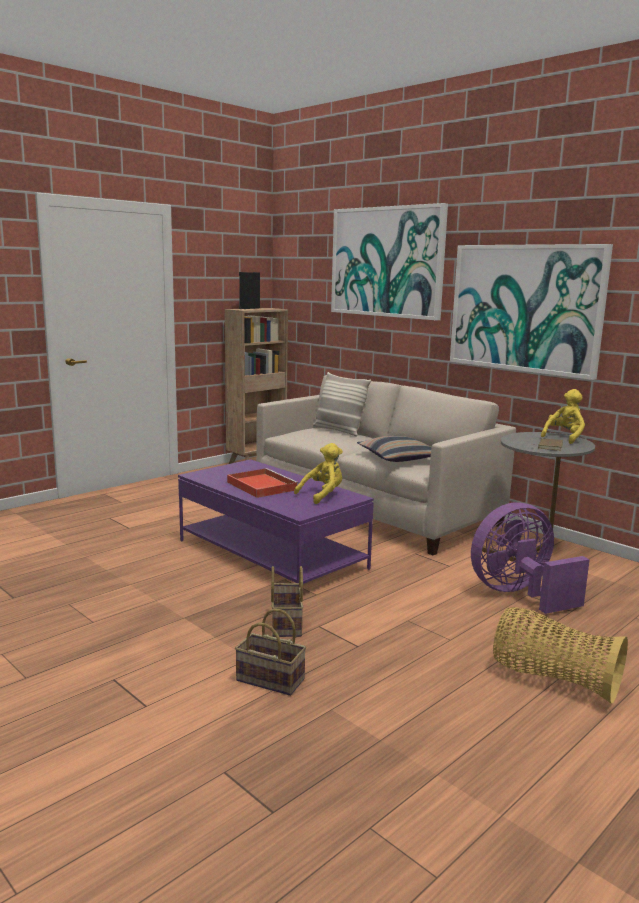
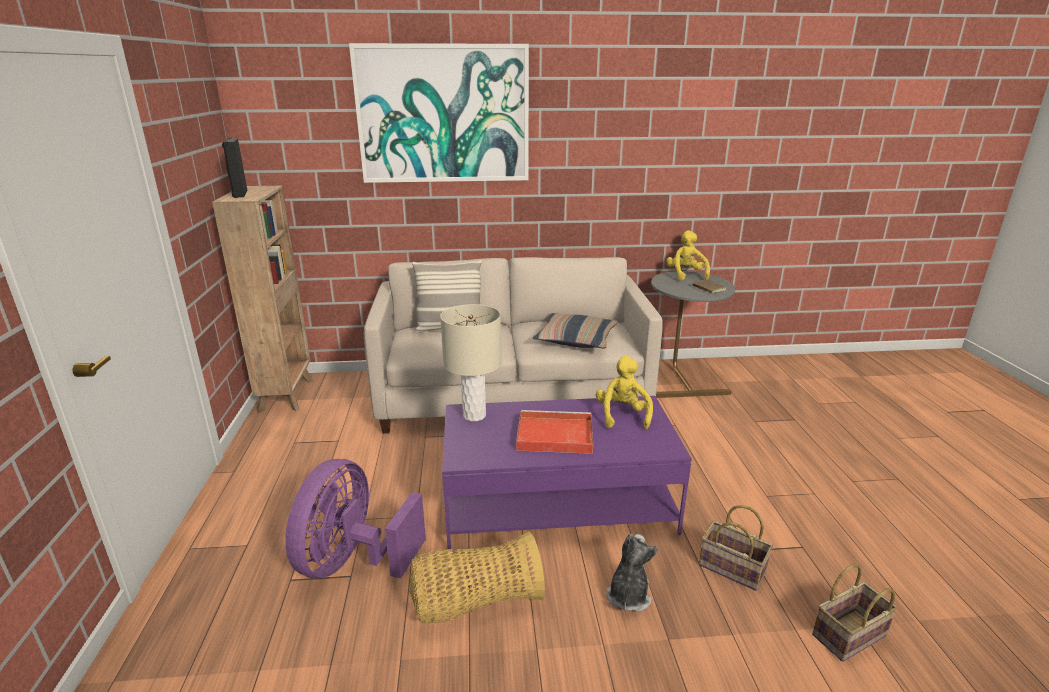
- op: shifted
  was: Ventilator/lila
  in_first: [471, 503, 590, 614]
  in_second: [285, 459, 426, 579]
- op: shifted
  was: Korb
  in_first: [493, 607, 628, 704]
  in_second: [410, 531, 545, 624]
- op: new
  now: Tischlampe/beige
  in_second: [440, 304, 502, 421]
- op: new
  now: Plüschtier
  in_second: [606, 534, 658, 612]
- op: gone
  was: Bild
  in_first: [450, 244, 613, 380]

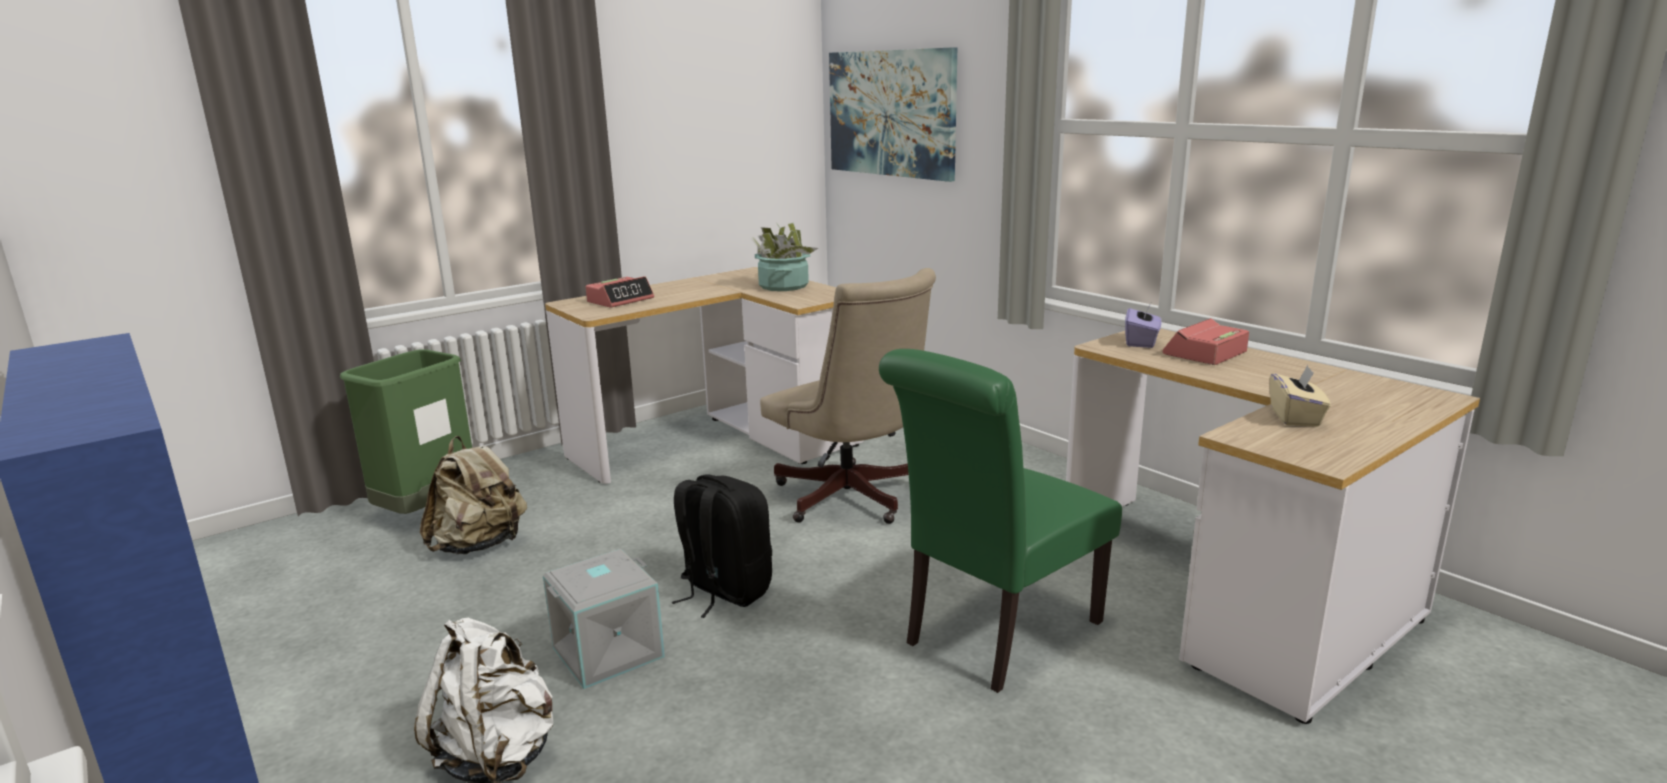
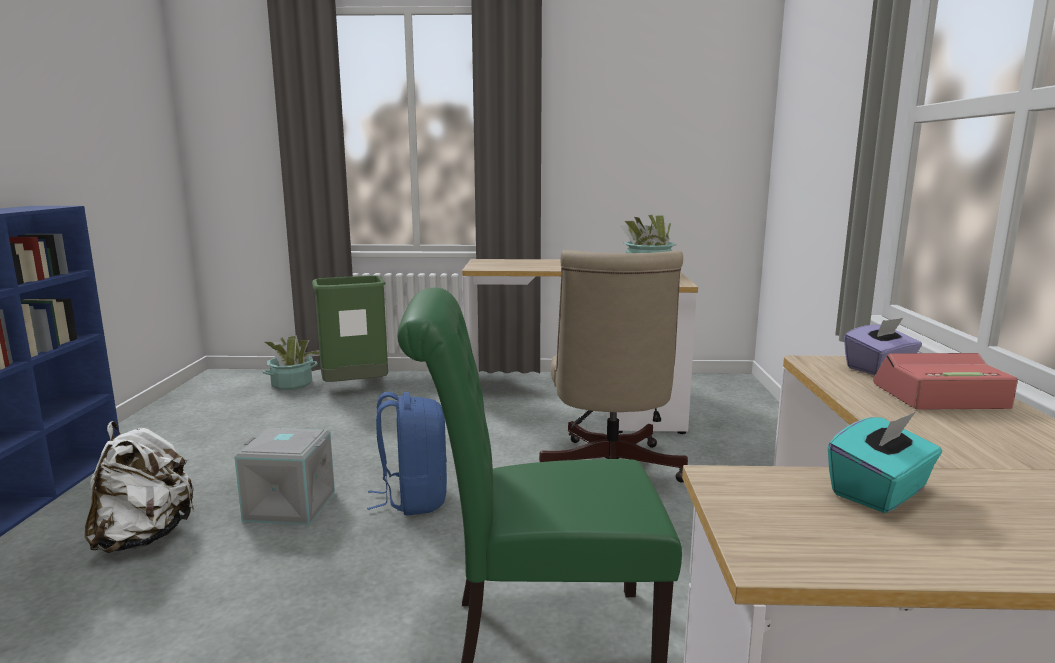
- op: new
  now: Topfpflanze
  in_second: [263, 335, 320, 390]
- op: repainted
  was: Rucksack/schwarz
  now: Rucksack/blau
  in_first: [671, 474, 772, 618]
  in_second: [367, 392, 447, 516]
- op: repainted
  was: Taschentuchbox/beige
  now: Taschentuchbox/türkis
  in_first: [1270, 365, 1331, 427]
  in_second: [828, 412, 942, 513]
- op: gone
  was: Rucksack/beige
  in_first: [420, 436, 527, 554]
- op: gone
  was: Wecker
  in_first: [585, 276, 654, 308]
- op: gone
  was: Bild
  in_first: [829, 47, 957, 182]

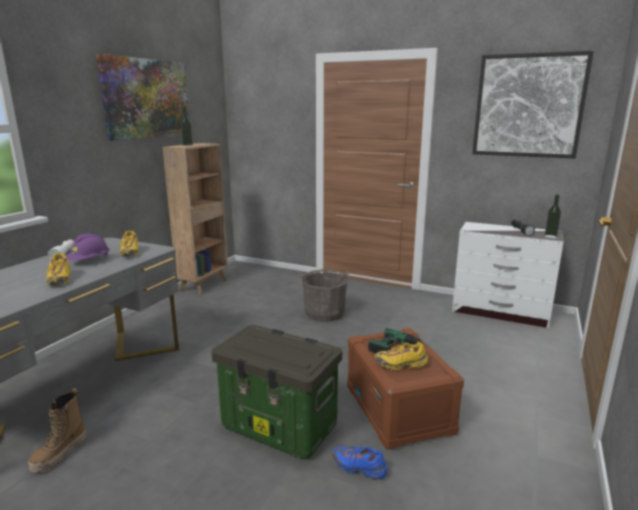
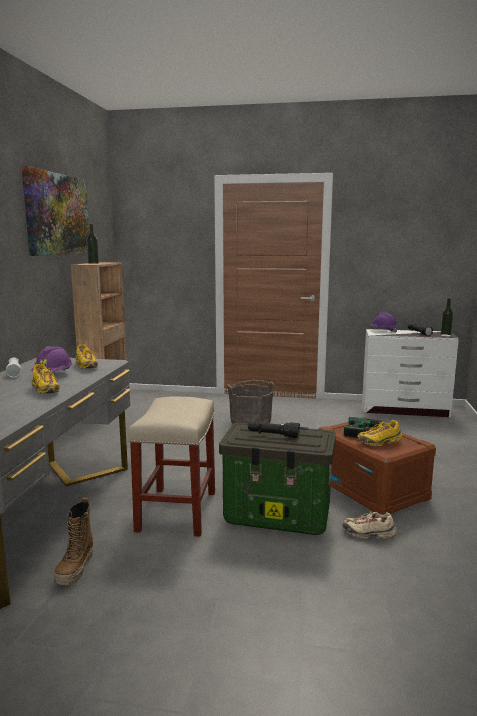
- op: new
  now: Hocker/beige
  in_second: [129, 396, 215, 537]
- op: new
  now: Taschenlampe/schwarz
  in_second: [248, 421, 300, 438]
- op: repainted
  was: Schuh/blau
  now: Schuh/beige
  in_first: [332, 445, 388, 479]
  in_second: [342, 512, 397, 539]
- op: new
  now: Schutzhelm/lila
  in_second: [369, 312, 398, 333]
- op: gone
  was: Bild
  in_first: [472, 51, 594, 159]

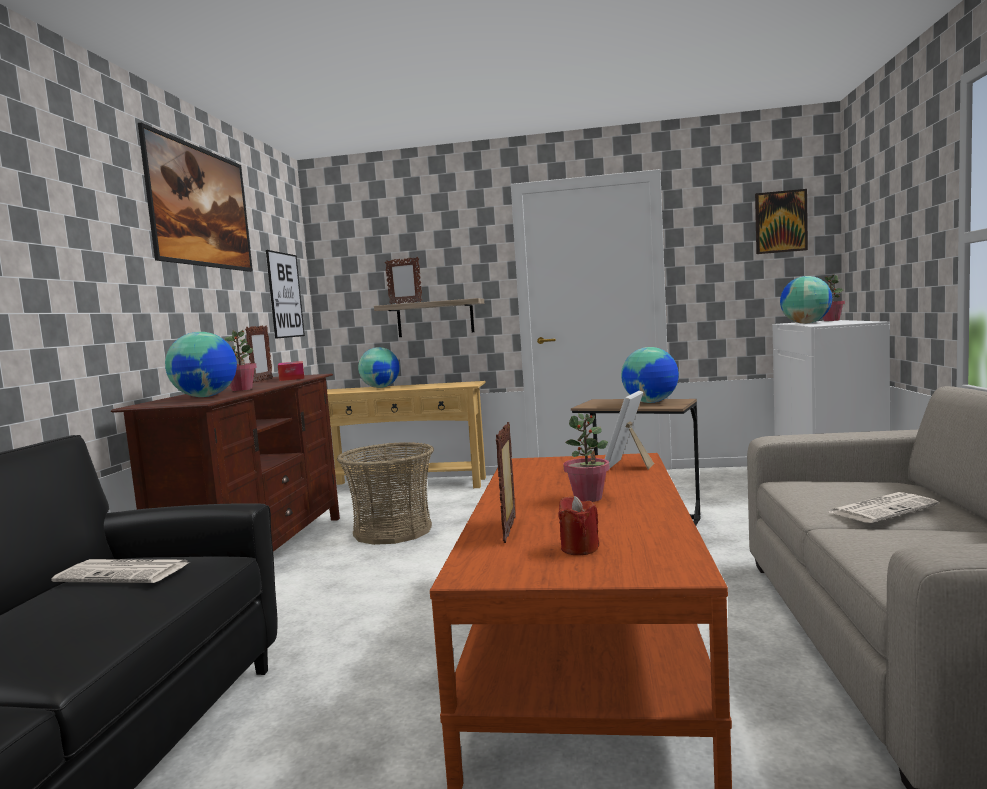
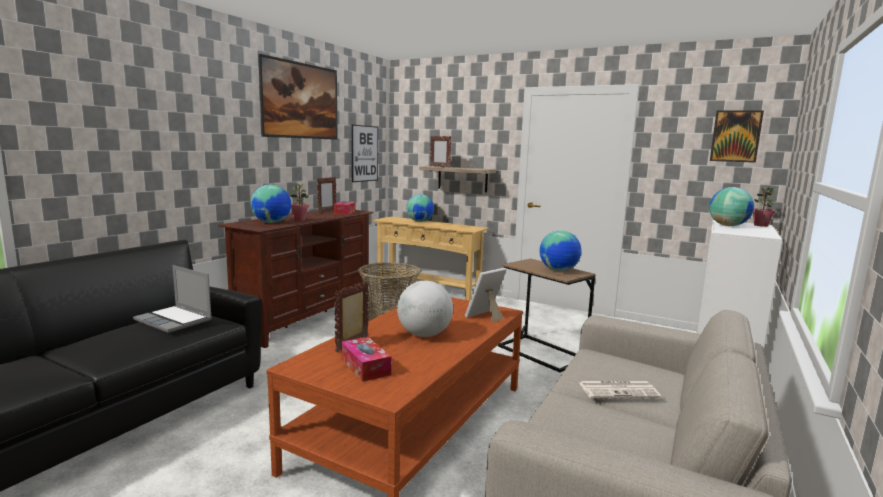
- op: swapped
  was: Zeitung
  now: Laptop
  in_first: [51, 559, 191, 583]
  in_second: [133, 265, 212, 333]
- op: swapped
  was: Kerze/rot
  now: Taschentuchbox
  in_first: [559, 496, 599, 555]
  in_second: [341, 337, 391, 382]
- op: swapped
  was: Topfpflanze
  now: Globus
  in_first: [563, 413, 610, 502]
  in_second: [397, 281, 453, 337]

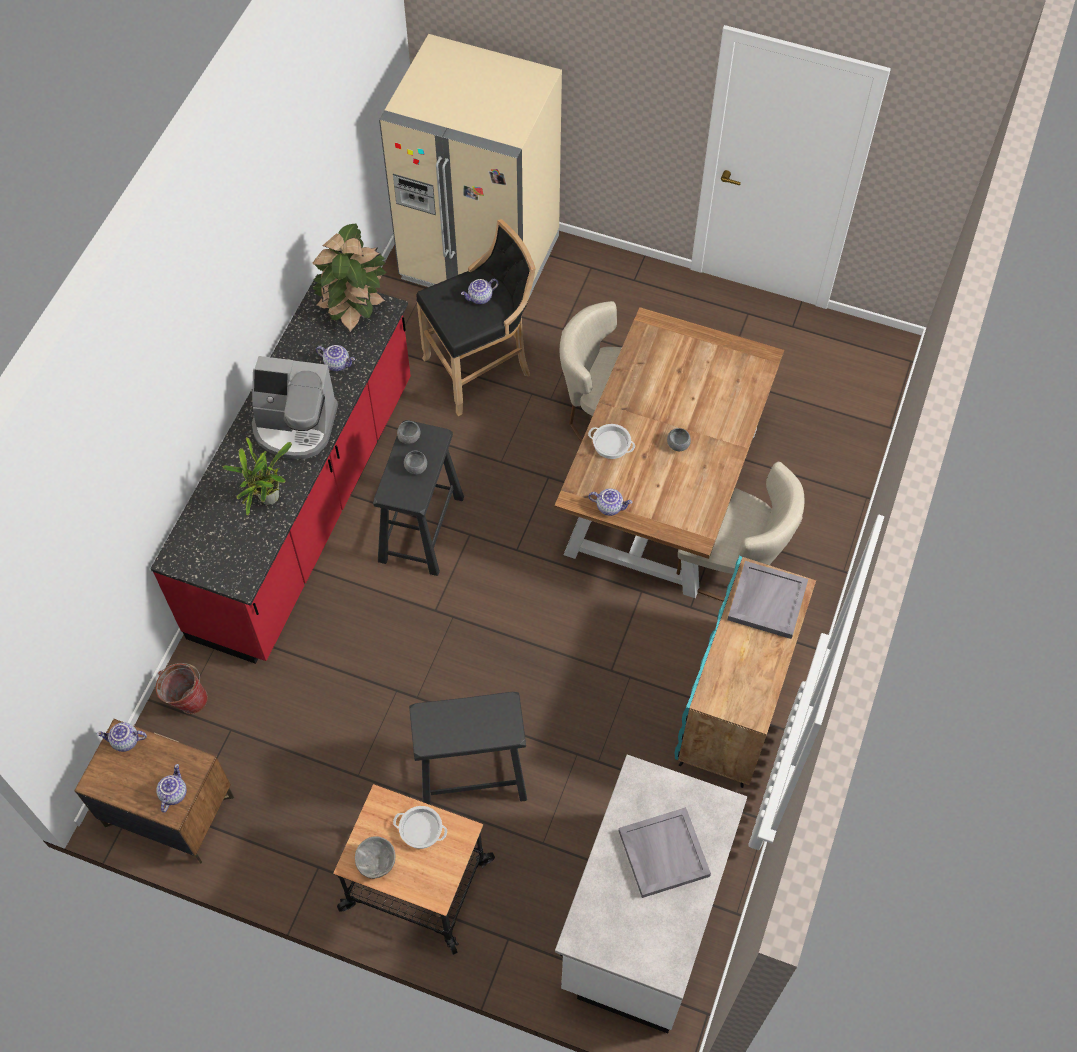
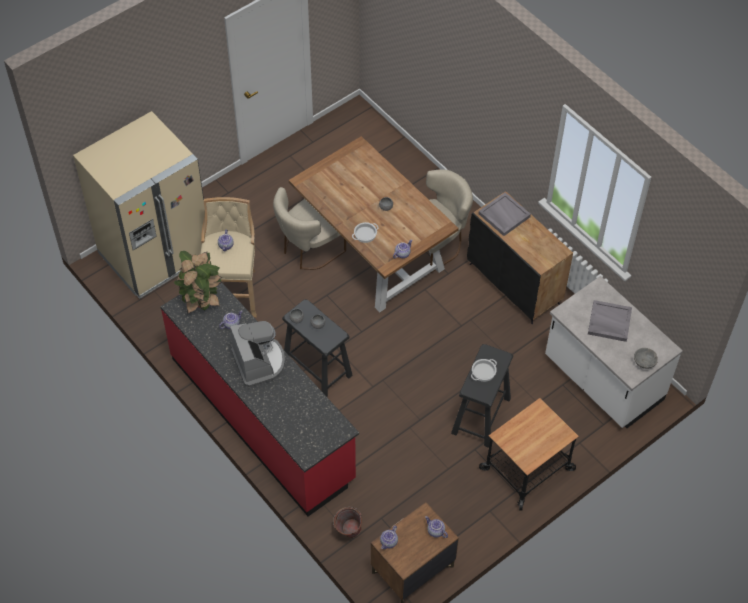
- op: repainted
  was: Hocker/schwarz
  now: Hocker/beige
  in_first: [416, 219, 536, 416]
  in_second: [200, 197, 257, 317]
- op: rotated
  was: Kaffeemaschine
  in_first: [252, 356, 338, 459]
  in_second: [230, 321, 285, 387]
  clockwise: -60
- op: repainted
  was: Schrank/türkis
  now: Schrank/schwarz
  in_first: [675, 556, 816, 788]
  in_second: [467, 191, 573, 324]
- op: shifted
  was: Kochtopf
  in_first: [393, 806, 447, 849]
  in_second: [471, 359, 497, 382]
- op: shifted
  was: Schüssel/grau
  in_first: [355, 836, 396, 879]
  in_second: [634, 348, 658, 369]
- op: gone
  was: Topfpflanze
  in_first: [222, 437, 292, 516]

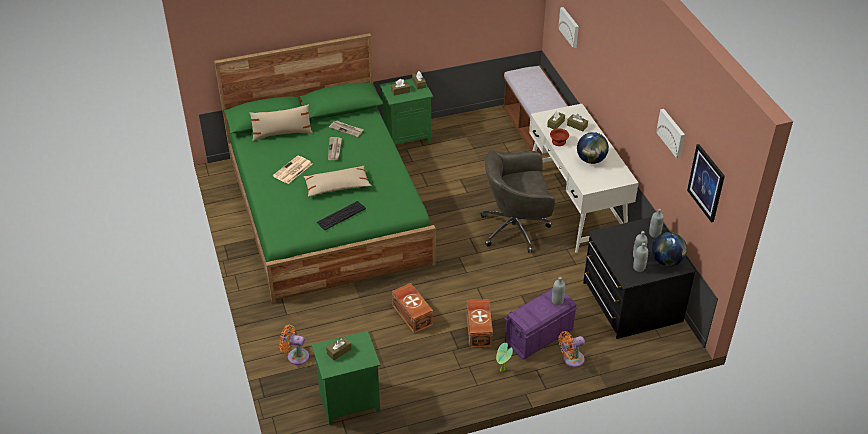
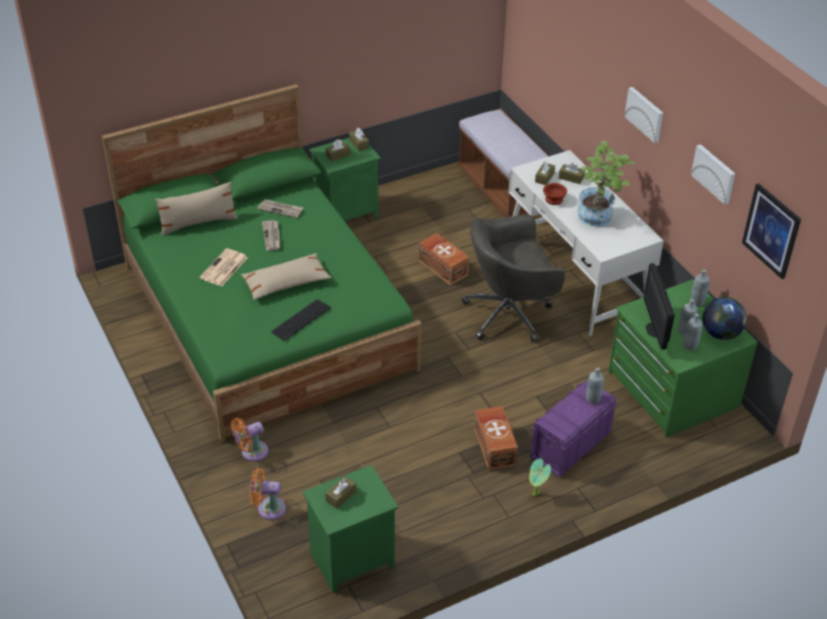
- op: shifted
  was: Ventilator/orange
  in_first: [559, 331, 585, 367]
  in_second: [231, 418, 268, 461]
- op: shifted
  was: Aufbewahrungsbox/braun
  in_first: [392, 283, 433, 334]
  in_second: [418, 233, 469, 286]
- op: swapped
  was: Globus
  now: Topfpflanze
  in_first: [577, 132, 609, 164]
  in_second: [577, 141, 635, 227]
- op: repainted
  was: Kommode/schwarz
  now: Kommode/grün
  in_first: [583, 217, 696, 339]
  in_second: [608, 279, 758, 437]
- op: shifted
  was: Bild
  in_first: [558, 7, 579, 48]
  in_second: [624, 87, 663, 143]
- op: new
  now: Monitor
  in_second: [644, 263, 675, 350]

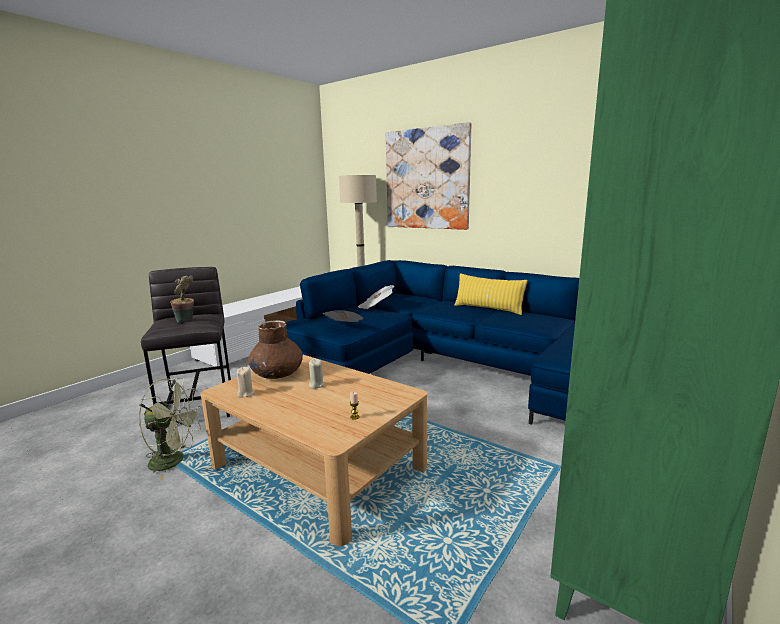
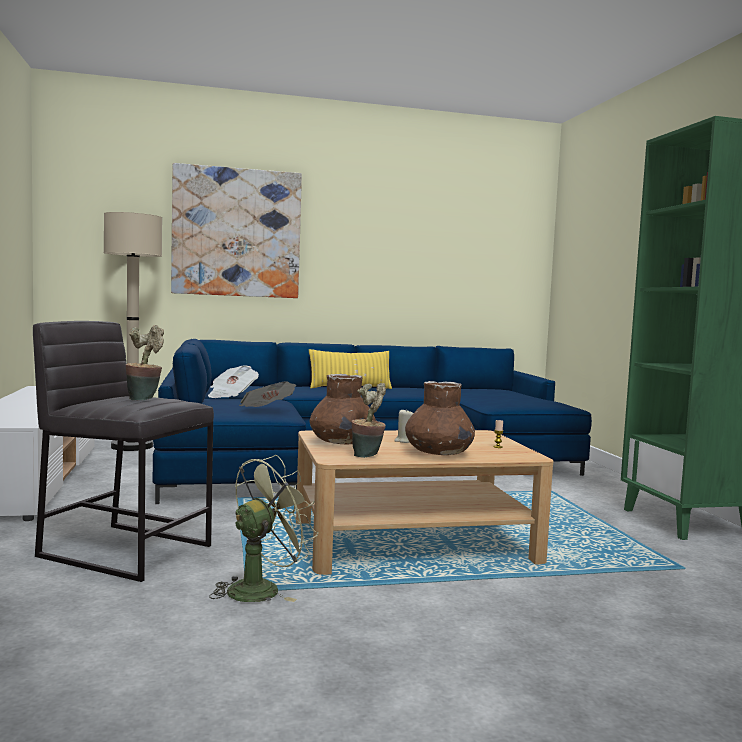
- op: swapped
  was: Kerze/beige
  now: Topfpflanze
  in_first: [237, 367, 255, 397]
  in_second: [351, 383, 386, 458]
- op: new
  now: Vase/braun
  in_second: [405, 381, 475, 455]

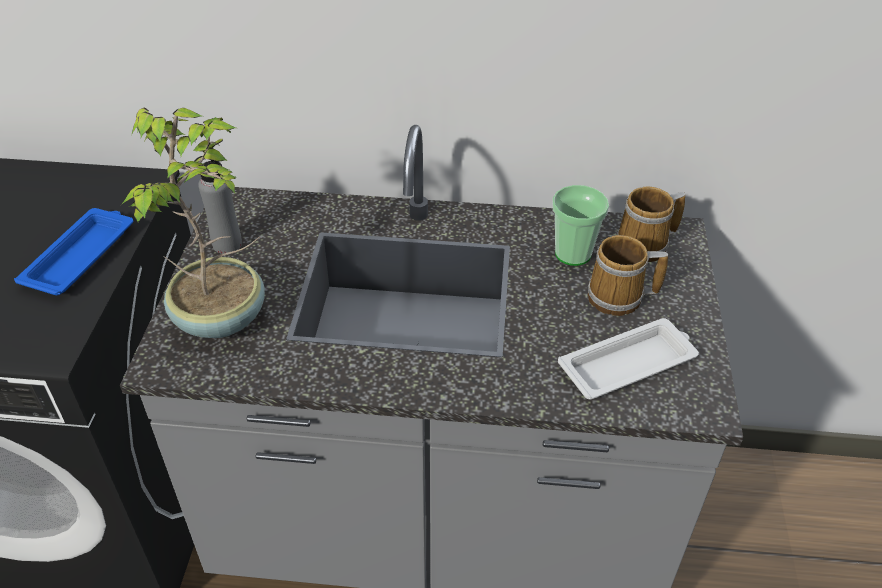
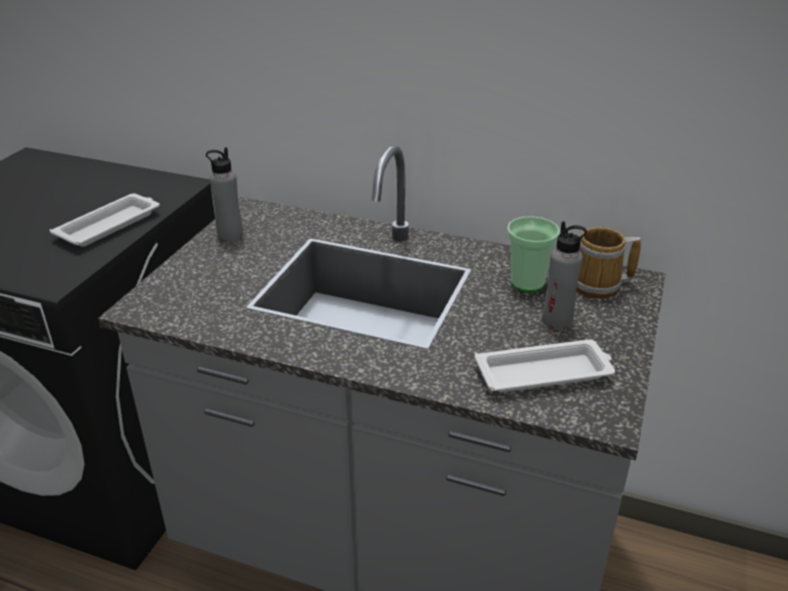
- op: repainted
  was: Tablett/blau
  now: Tablett/weiß
  in_first: [14, 208, 133, 295]
  in_second: [50, 193, 160, 247]
- op: swapped
  was: Henkelbecher
  now: Flasche/grau
  in_first: [588, 235, 668, 316]
  in_second: [542, 221, 587, 330]
- op: gone
  was: Topfpflanze
  in_first: [121, 107, 265, 338]

